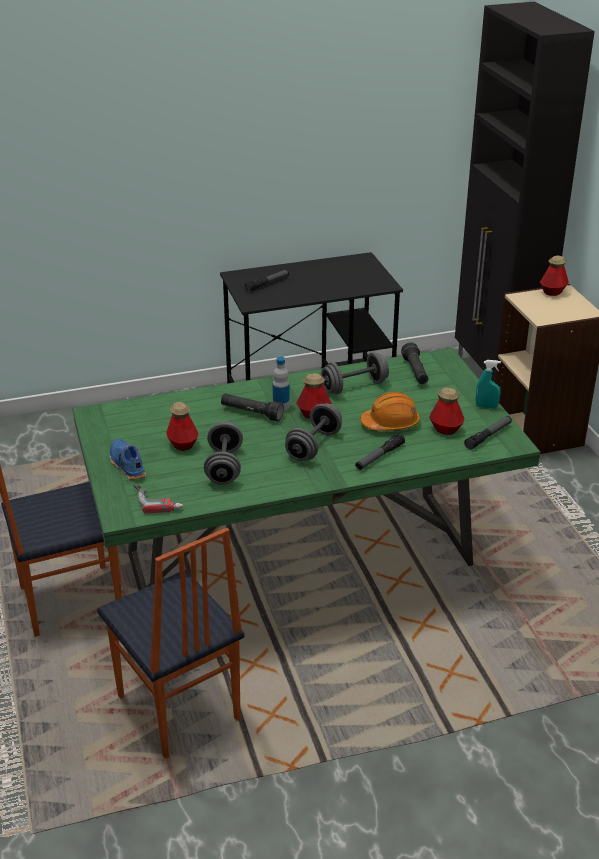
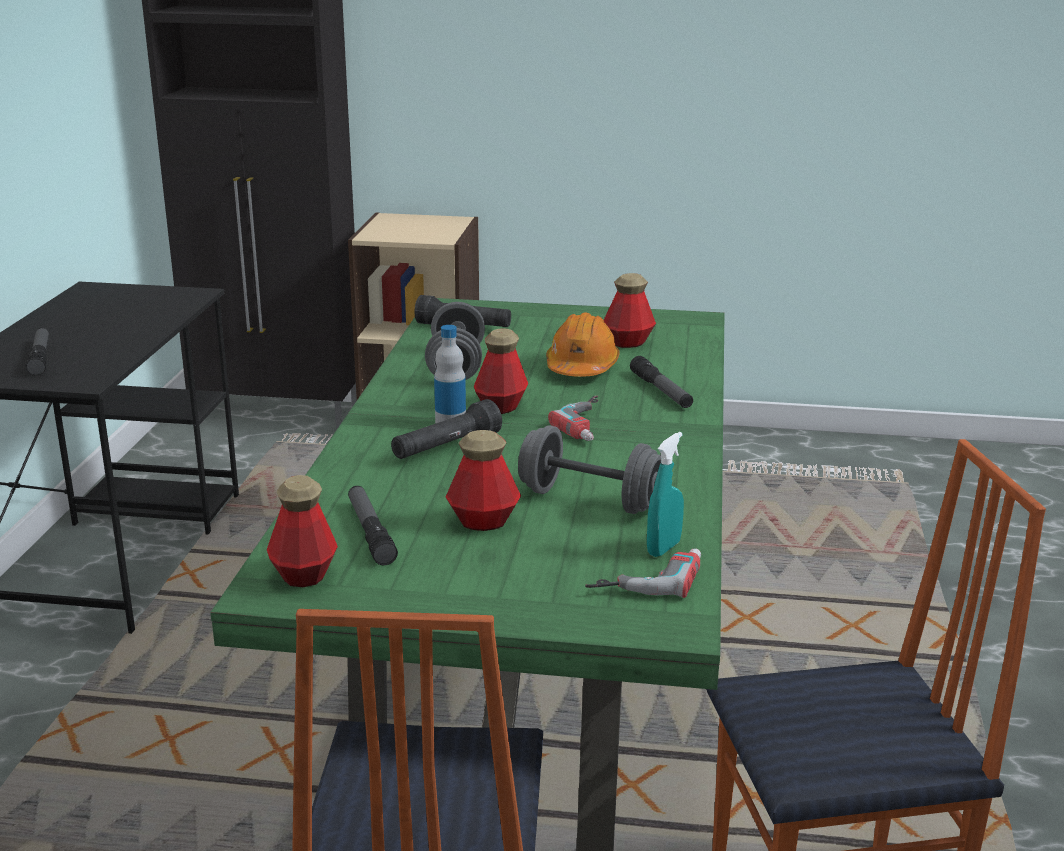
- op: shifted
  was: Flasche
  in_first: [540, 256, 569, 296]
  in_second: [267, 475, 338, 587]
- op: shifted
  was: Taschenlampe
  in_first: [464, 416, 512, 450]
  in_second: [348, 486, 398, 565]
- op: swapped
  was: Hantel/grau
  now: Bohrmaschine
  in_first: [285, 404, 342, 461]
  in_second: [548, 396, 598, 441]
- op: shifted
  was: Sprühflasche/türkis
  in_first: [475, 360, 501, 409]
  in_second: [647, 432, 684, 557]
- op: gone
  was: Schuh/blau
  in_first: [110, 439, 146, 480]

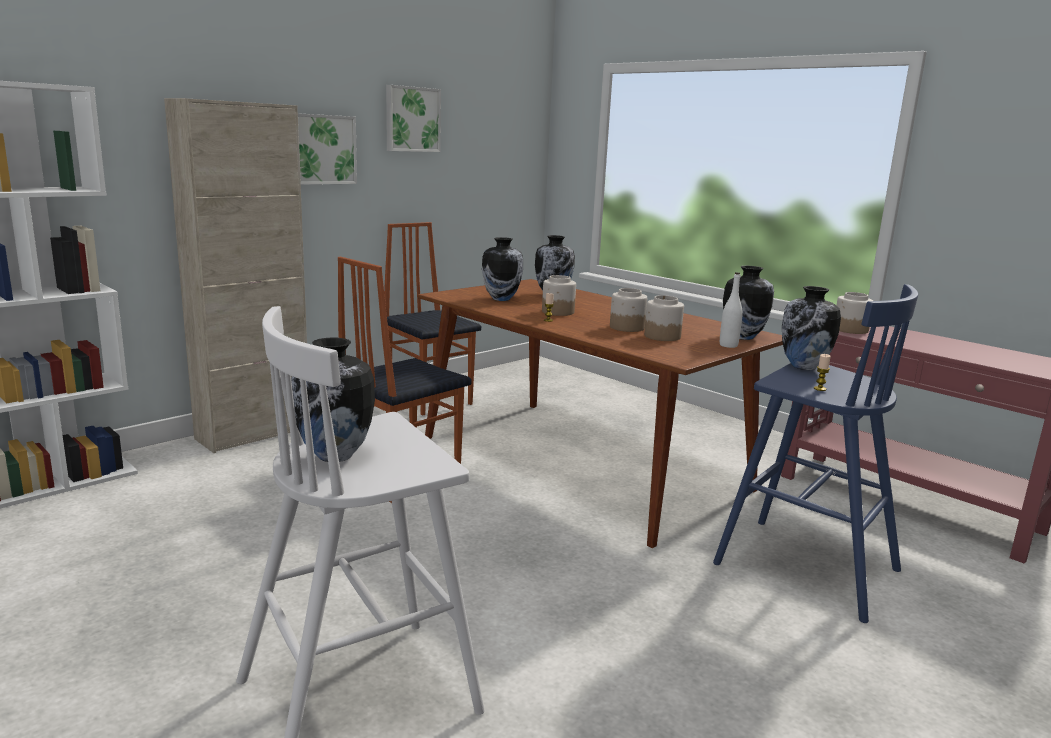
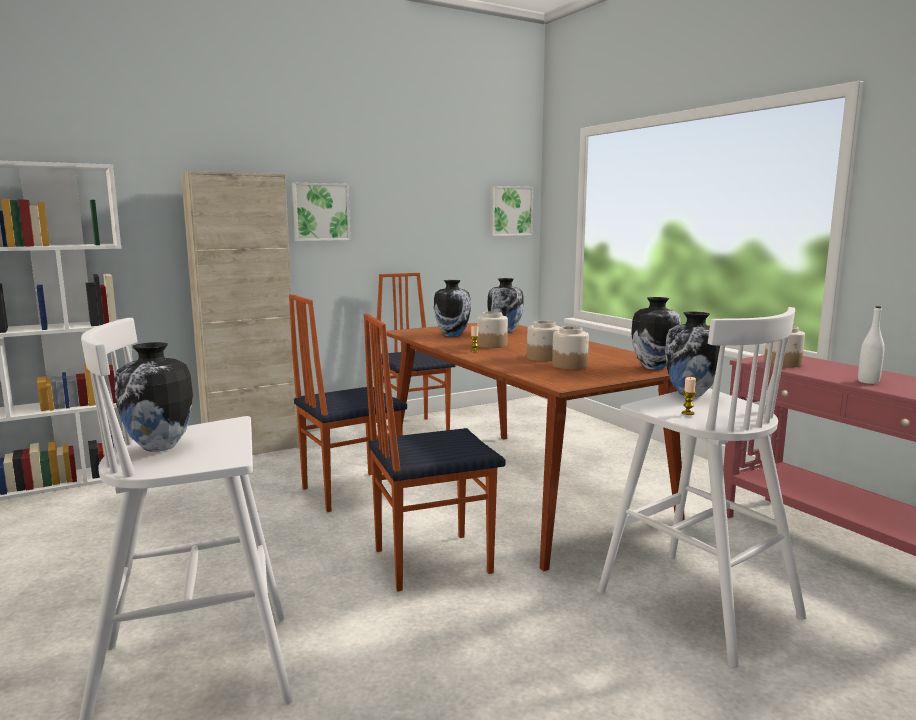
- op: new
  now: Stuhl
  in_second: [364, 313, 505, 592]
- op: shifted
  was: Bild
  in_first: [386, 85, 441, 152]
  in_second: [490, 186, 533, 236]
- op: repainted
  was: Hocker/blau
  now: Hocker/weiß
  in_first: [713, 284, 918, 623]
  in_second: [598, 307, 807, 668]
- op: shifted
  was: Flasche/weiß
  in_first: [720, 272, 743, 348]
  in_second: [858, 306, 884, 384]

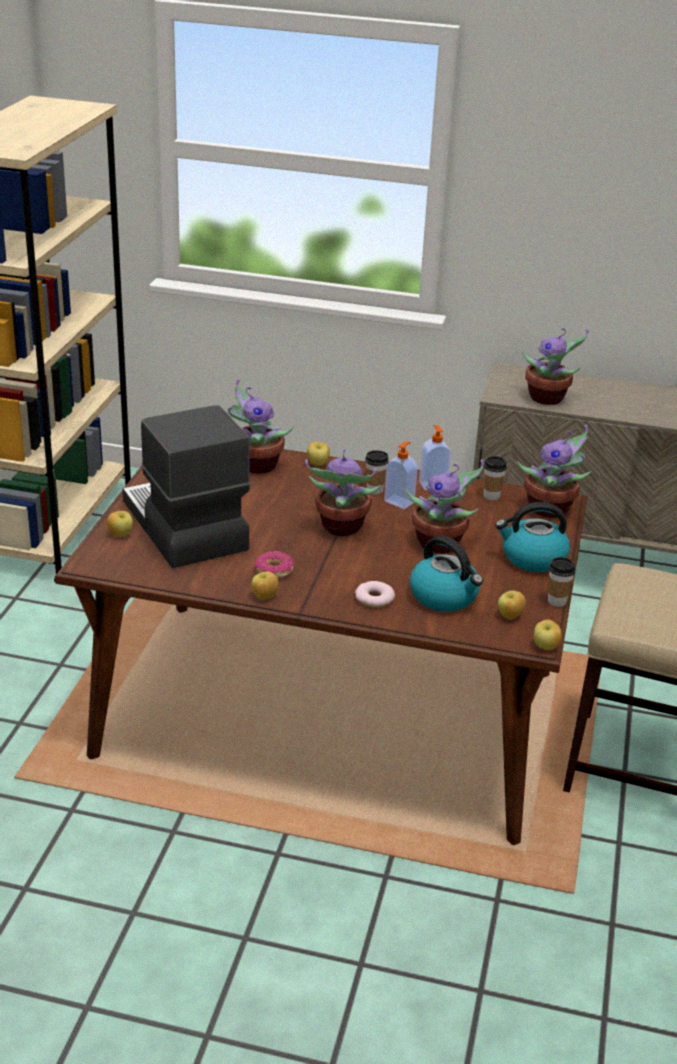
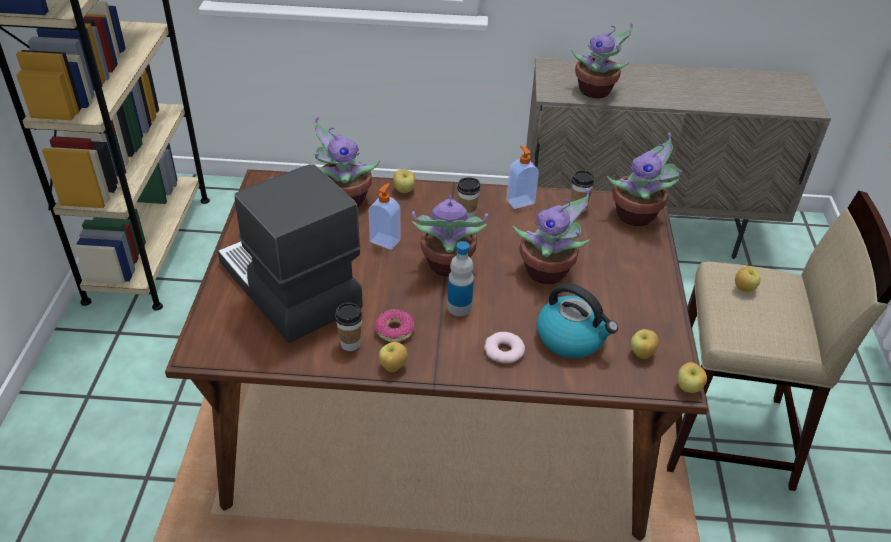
- op: shifted
  was: Tasse
  in_first: [548, 557, 575, 607]
  in_second: [335, 303, 363, 351]
- op: shifted
  was: Seifenspender
  in_first: [384, 442, 418, 509]
  in_second: [369, 183, 401, 250]
- op: new
  now: Flasche
  in_second: [447, 241, 474, 316]
- op: shifted
  was: Apfel
  in_first: [107, 511, 133, 537]
  in_second: [735, 267, 761, 292]
- op: gone
  was: Wasserkessel
  in_first: [495, 502, 570, 572]

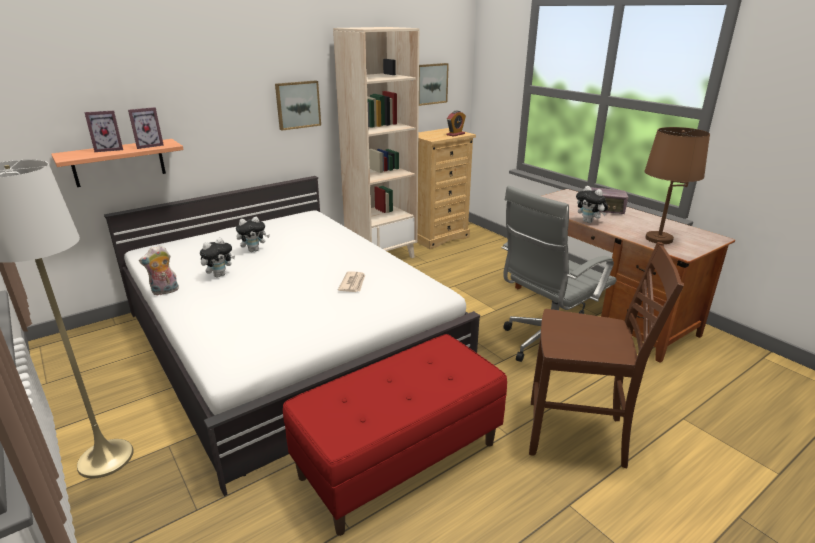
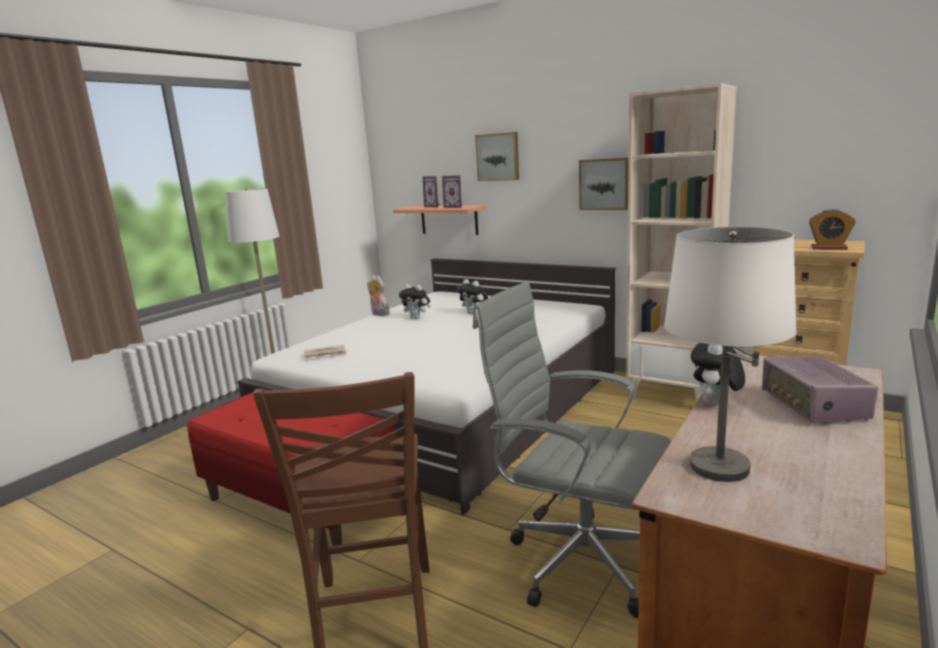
- op: shifted
  was: Zeitung
  in_first: [338, 271, 365, 292]
  in_second: [304, 345, 347, 358]
- op: shifted
  was: Bild
  in_first: [419, 63, 449, 106]
  in_second: [475, 132, 519, 181]
- op: repainted
  was: Tischlampe/braun
  now: Tischlampe/weiß
  in_first: [644, 127, 710, 244]
  in_second: [664, 227, 797, 482]

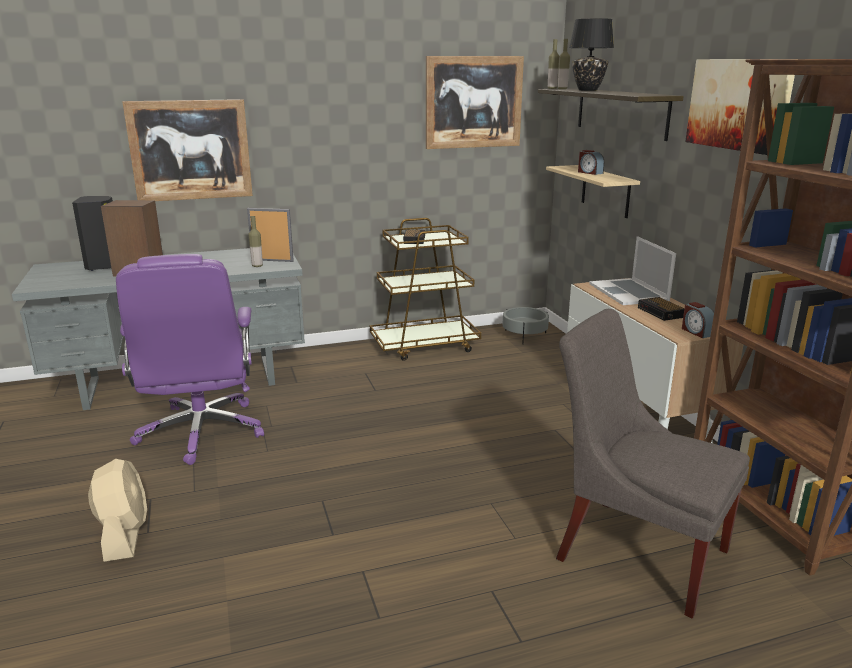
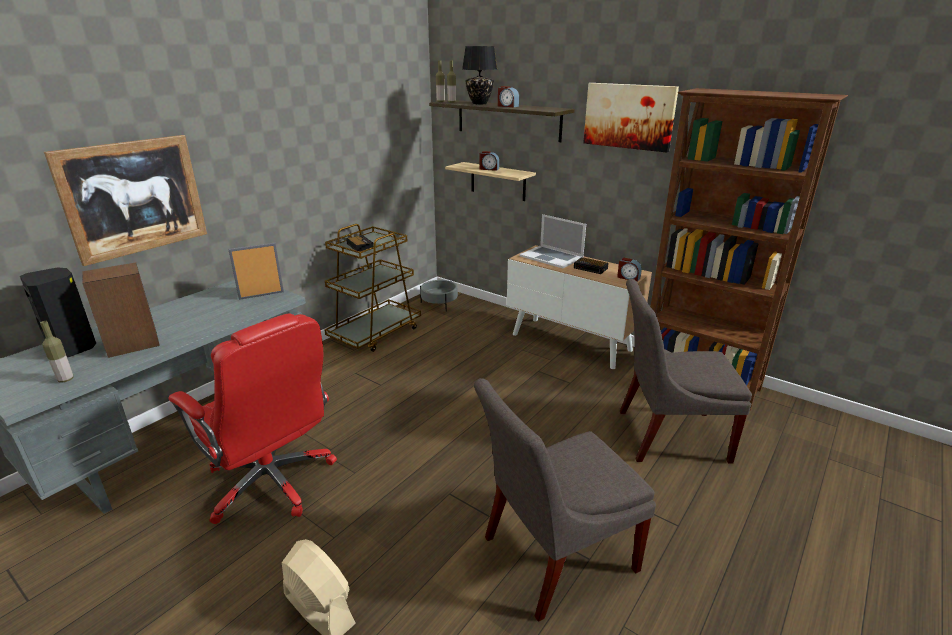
- op: shifted
  was: Flasche
  in_first: [248, 216, 263, 267]
  in_second: [40, 321, 73, 383]
- op: repainted
  was: Bürostuhl/lila
  now: Bürostuhl/rot
  in_first: [116, 254, 264, 465]
  in_second: [168, 314, 337, 524]
- op: new
  now: Stuhl/grau
  in_second: [474, 378, 656, 622]
- op: new
  now: Wecker
  in_second: [498, 86, 520, 108]
- op: gone
  was: Bild
  in_first: [426, 56, 524, 149]

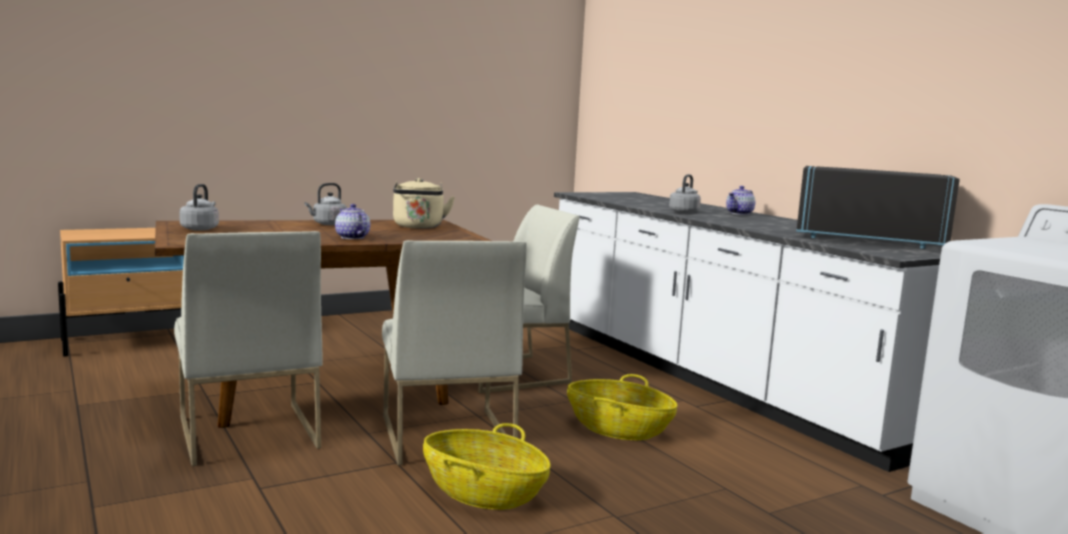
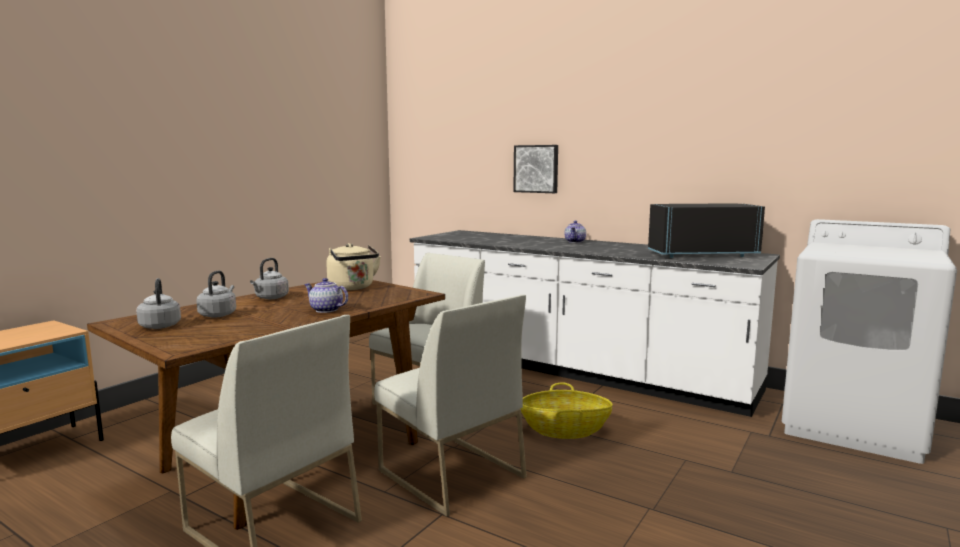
- op: shifted
  was: Wasserkessel/grau
  in_first: [669, 174, 701, 213]
  in_second: [196, 270, 236, 318]
- op: new
  now: Bild
  in_second: [513, 145, 558, 193]
- op: gone
  was: Korb
  in_first: [423, 423, 551, 510]

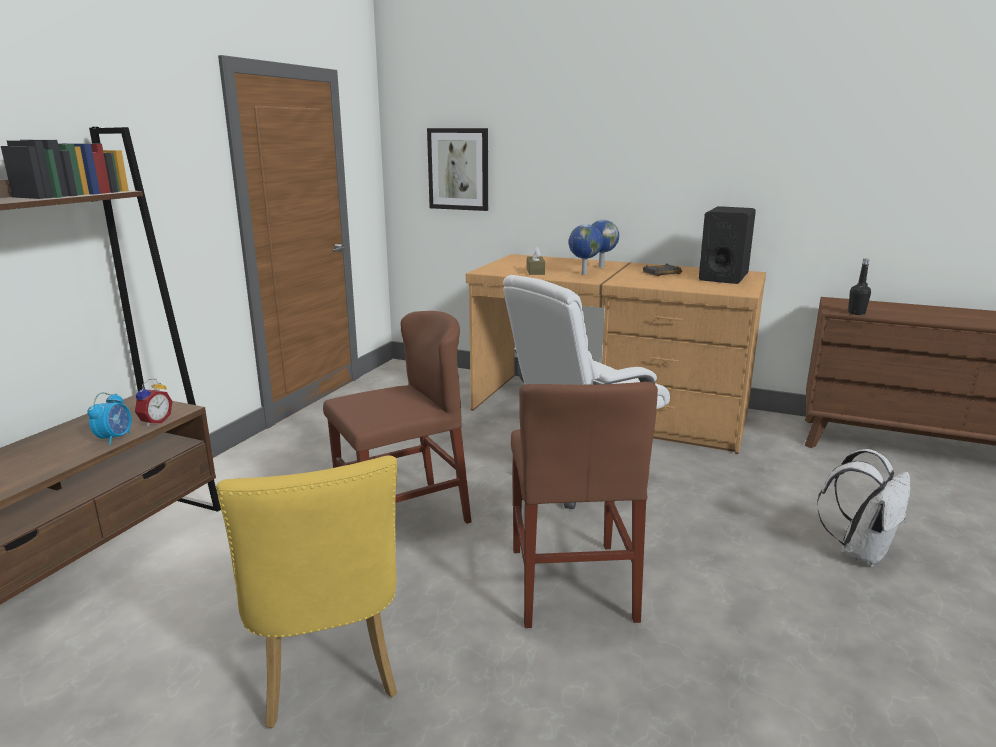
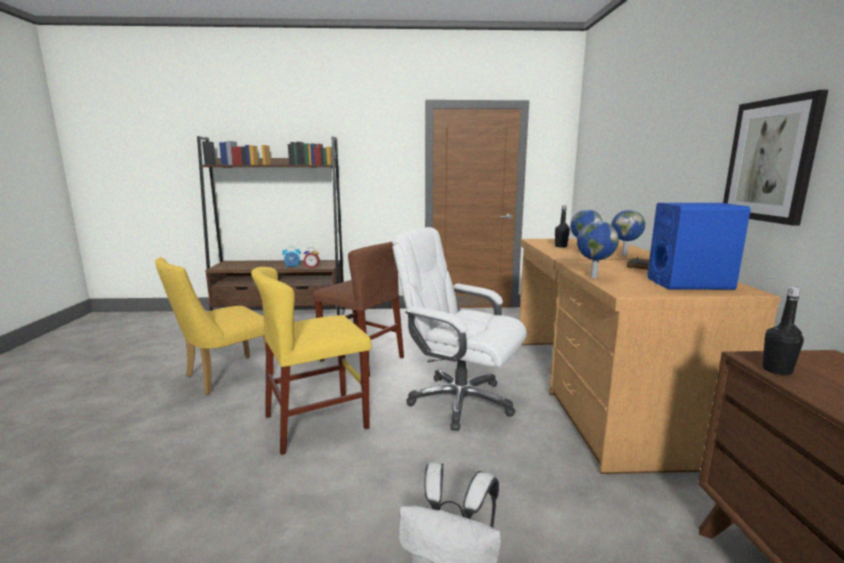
- op: repainted
  was: Stuhl/braun
  now: Stuhl/gelb
  in_first: [511, 382, 658, 628]
  in_second: [251, 267, 372, 455]
- op: swapped
  was: Taschentuchbox/braun
  now: Flasche/schwarz
  in_first: [527, 247, 545, 275]
  in_second: [555, 205, 570, 248]
- op: new
  now: Globus
  in_second: [577, 221, 619, 278]
- op: repainted
  was: Lautsprecher/schwarz
  now: Lautsprecher/blau
  in_first: [699, 206, 756, 284]
  in_second: [647, 203, 751, 290]
- op: shifted
  was: Bild
  in_first: [427, 128, 488, 211]
  in_second: [723, 90, 828, 226]

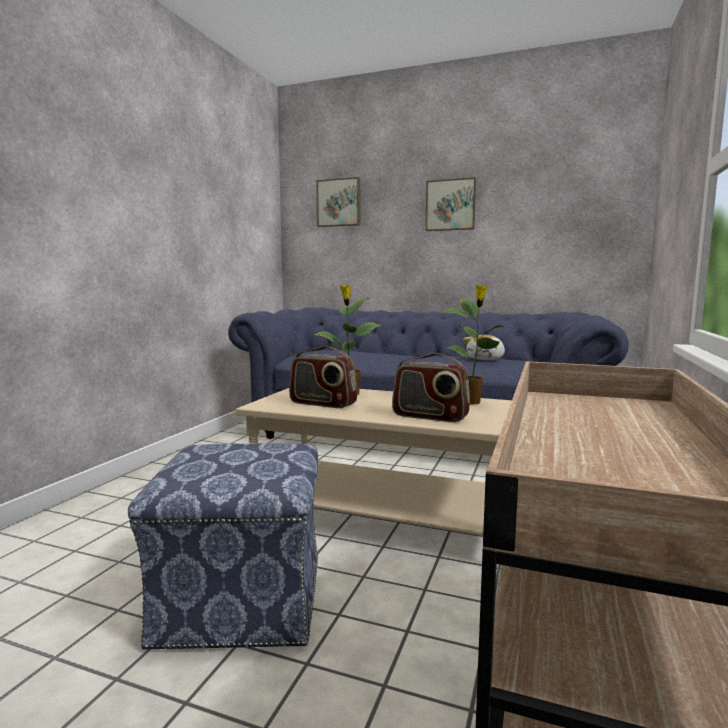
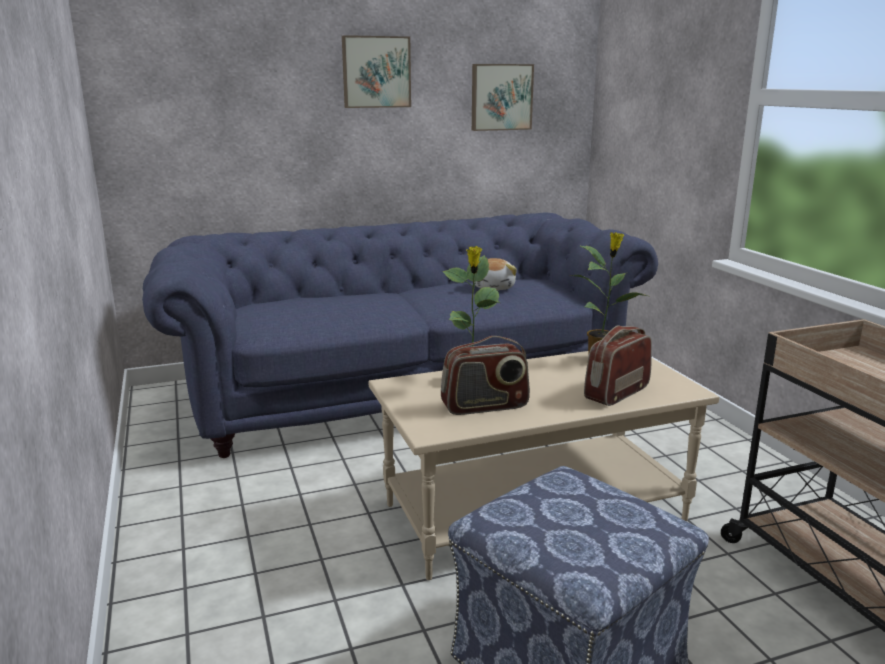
- op: shifted
  was: Bild
  in_first: [316, 177, 360, 227]
  in_second: [472, 64, 534, 131]
- op: rotated
  was: Radio
  in_first: [392, 353, 470, 422]
  in_second: [584, 325, 652, 406]
  clockwise: 150

